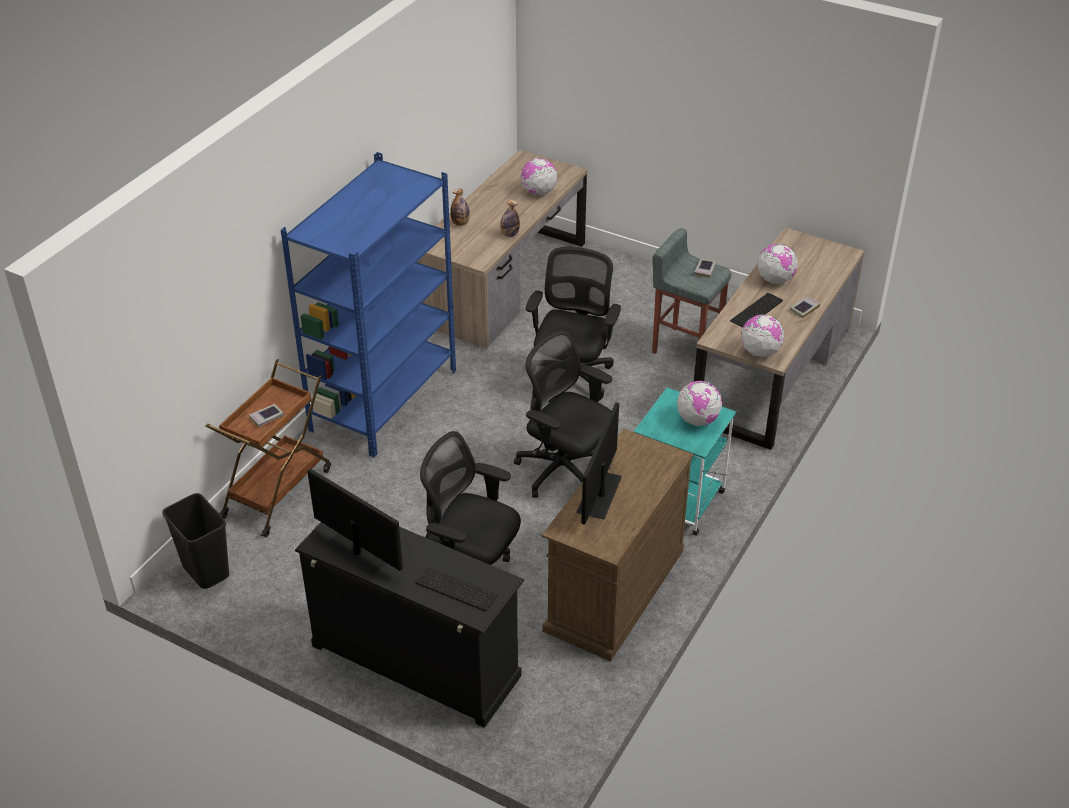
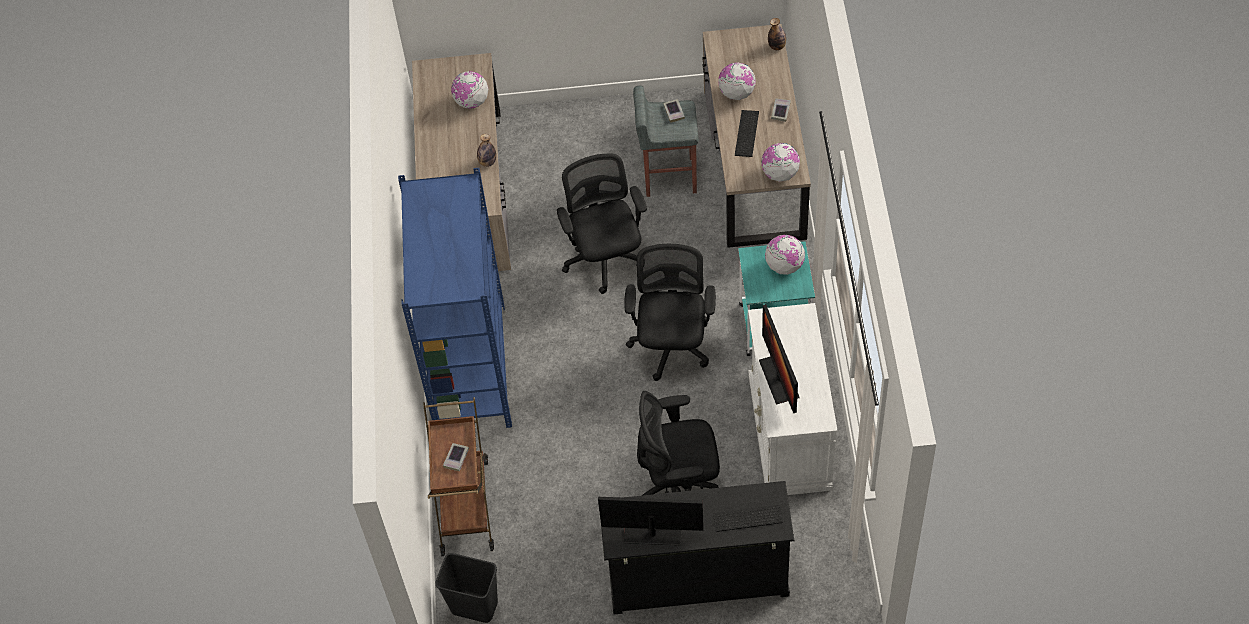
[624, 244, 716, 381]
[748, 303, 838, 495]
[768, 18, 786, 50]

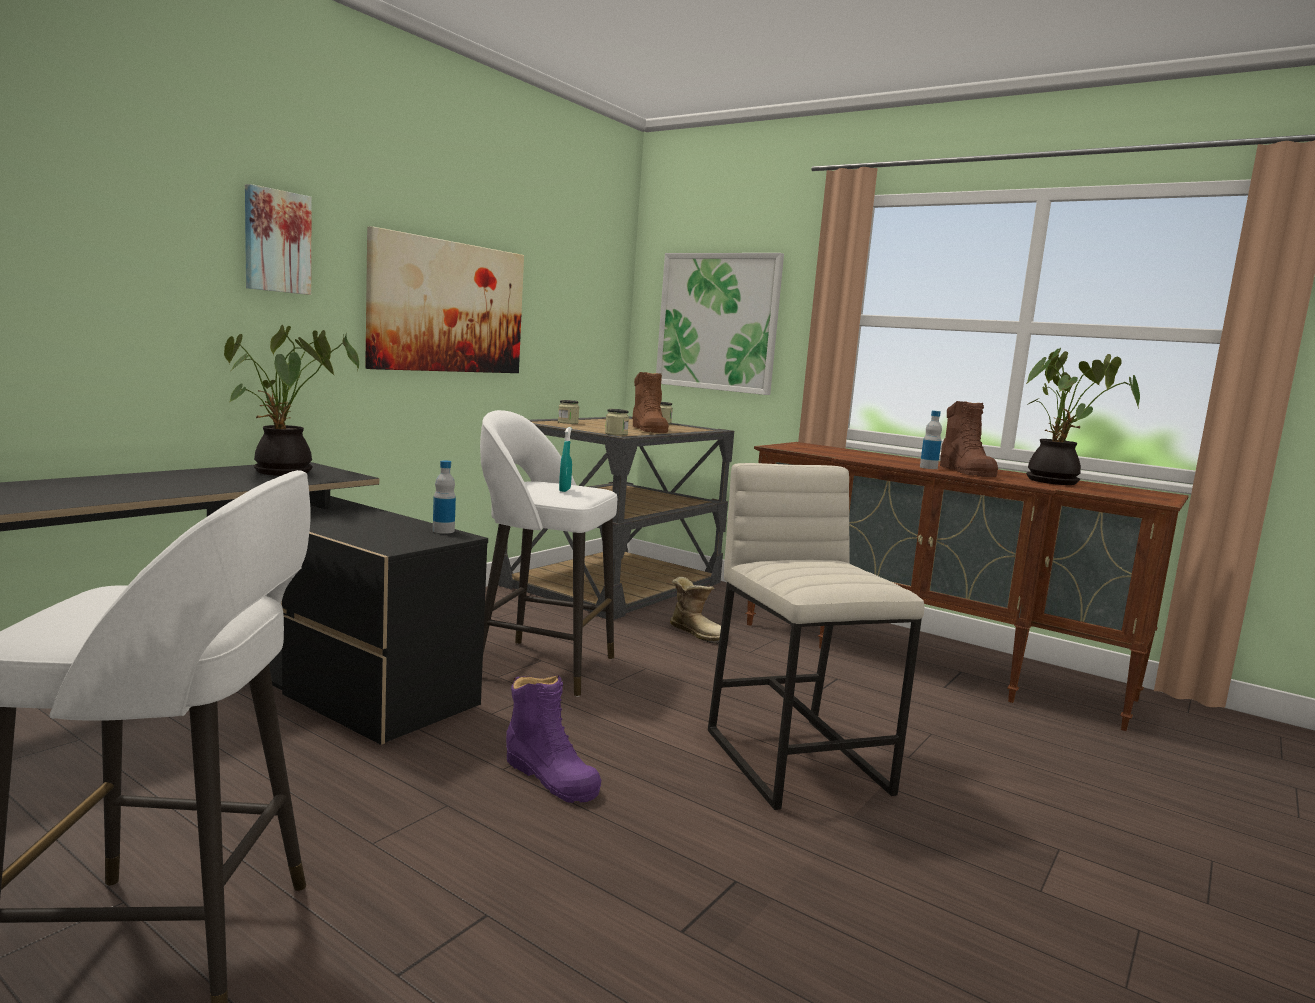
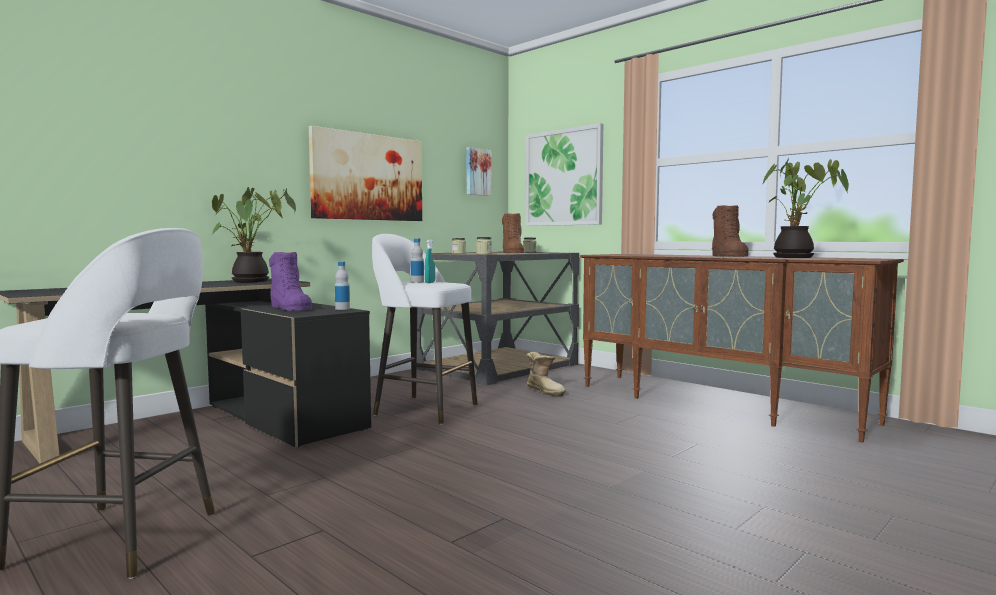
[269, 252, 312, 311]
[411, 239, 424, 283]
[466, 147, 491, 196]
[708, 463, 924, 810] (first image)

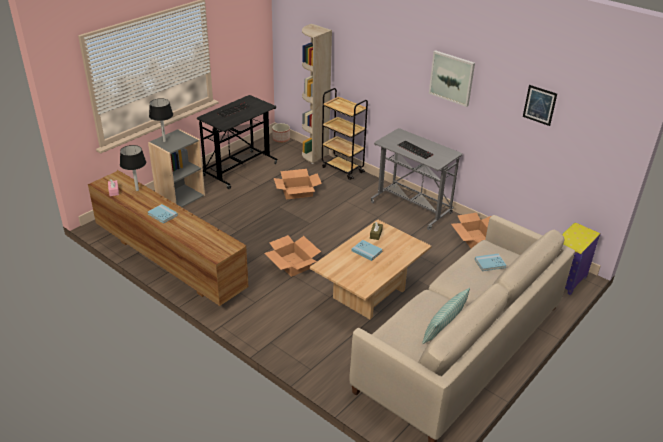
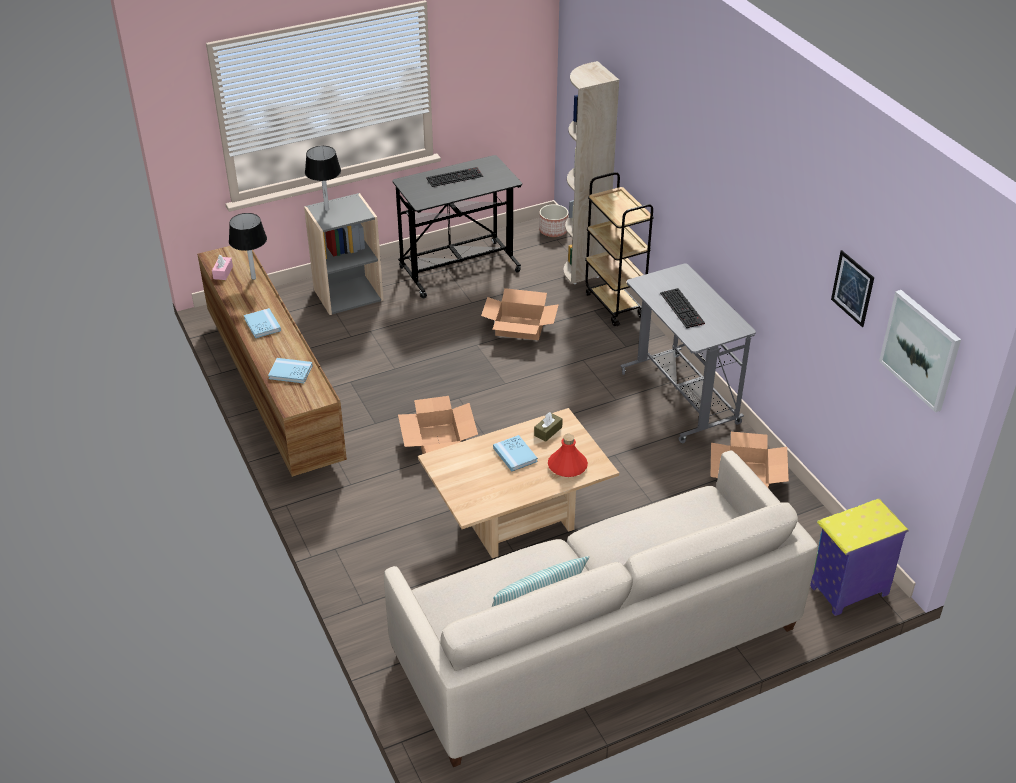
[268, 358, 313, 383]
[548, 434, 588, 477]
[879, 290, 961, 413]

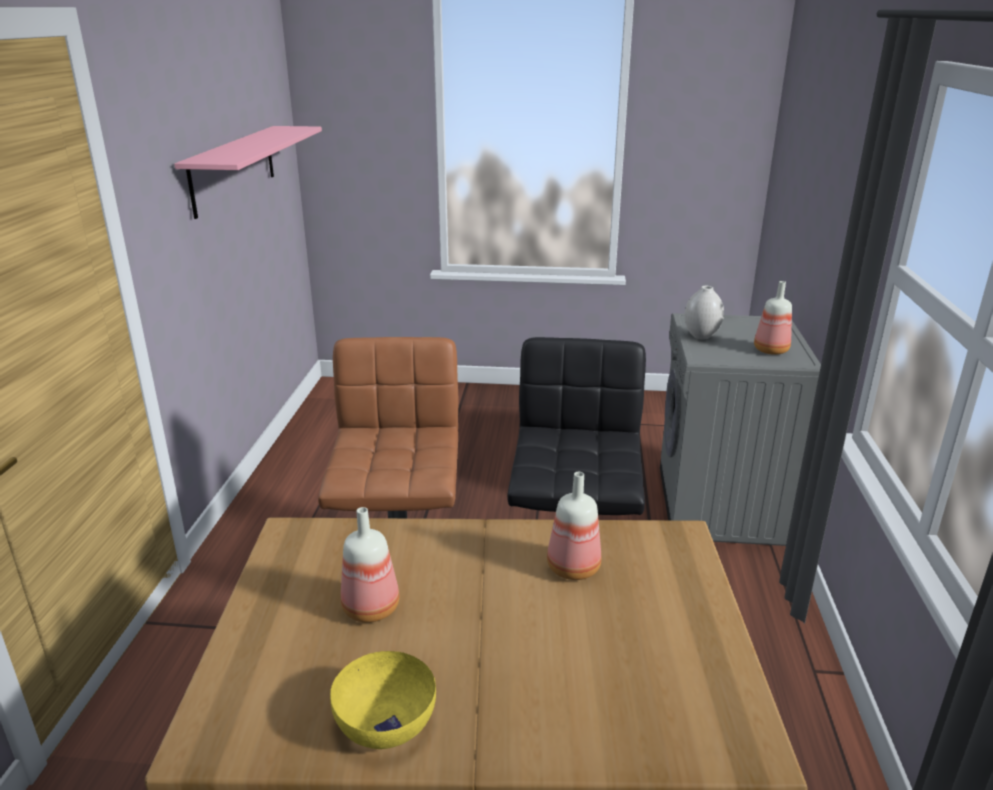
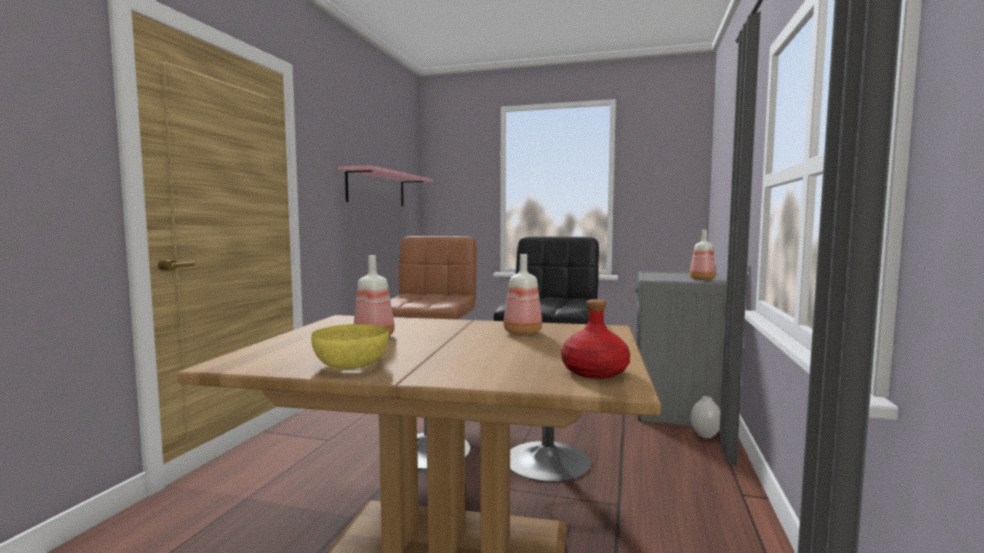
[561, 299, 630, 379]
[691, 396, 721, 438]

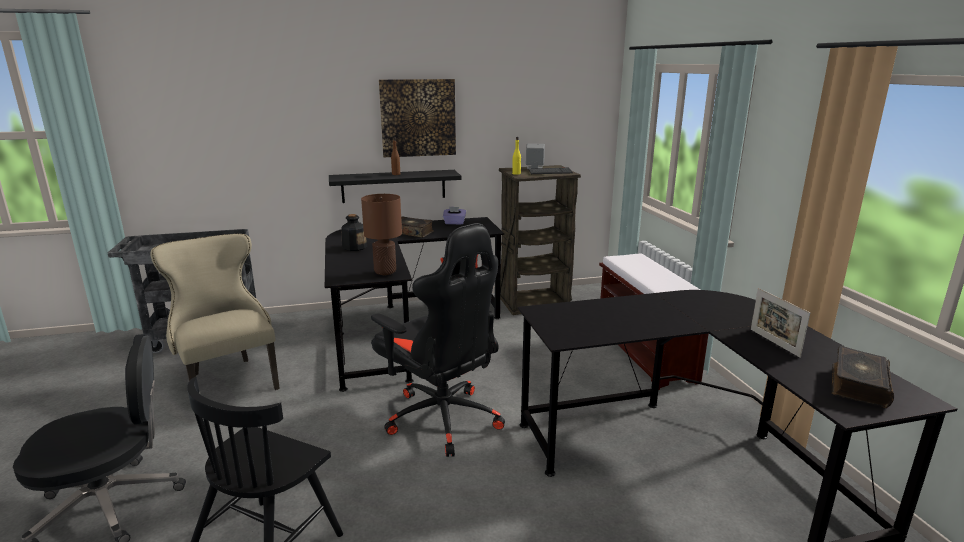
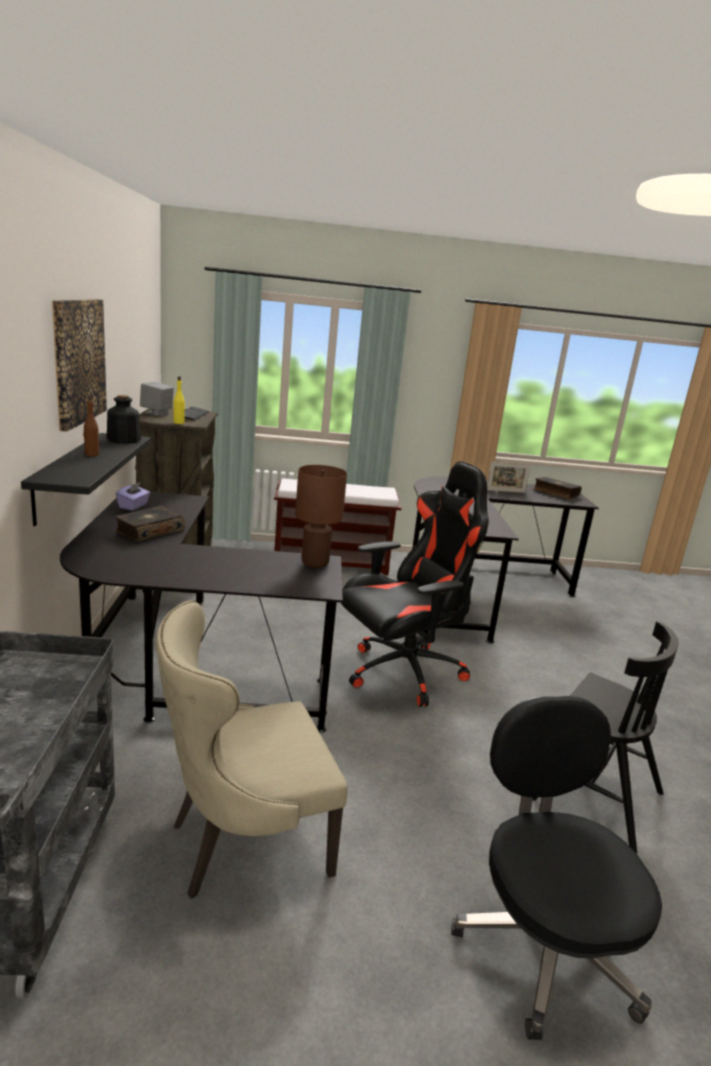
[107, 395, 141, 444]

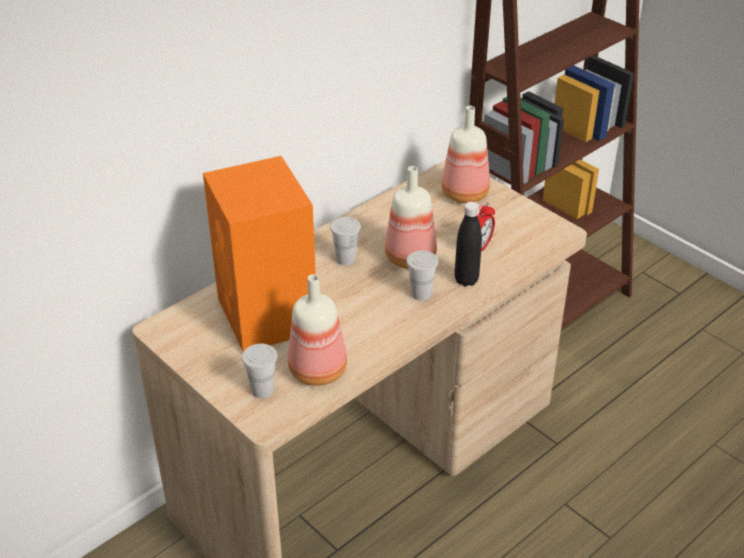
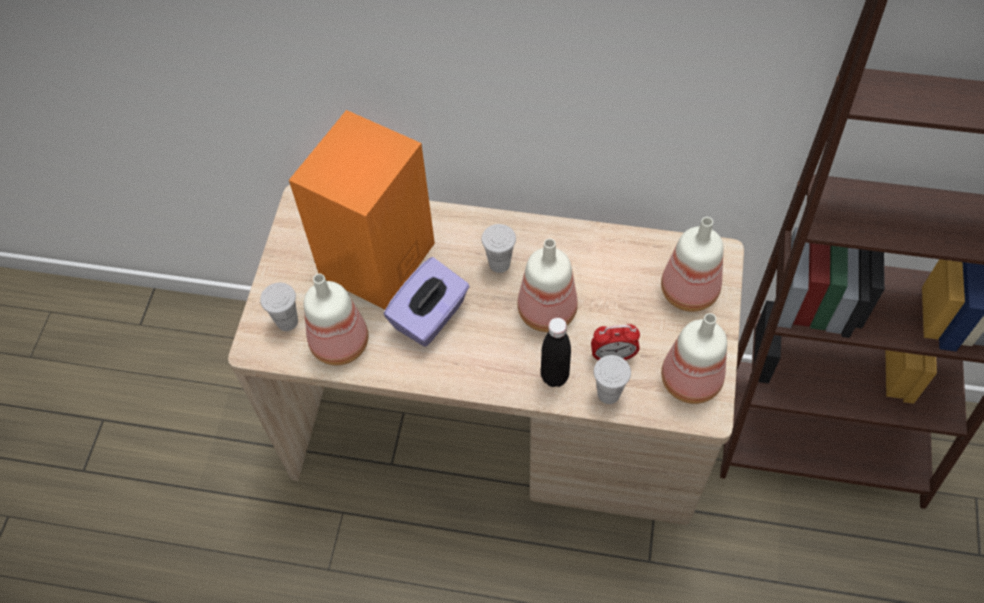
[384, 257, 470, 347]
[594, 355, 631, 404]
[661, 313, 727, 404]

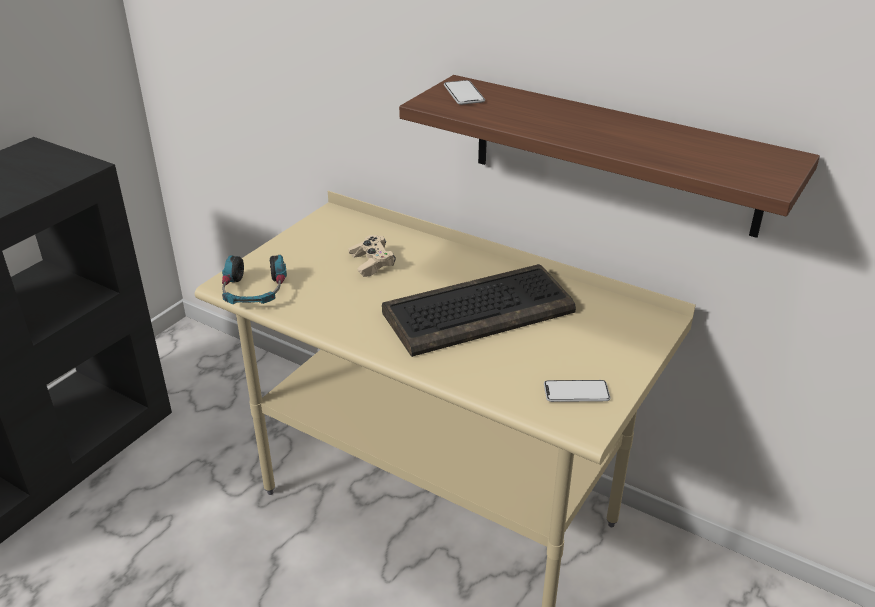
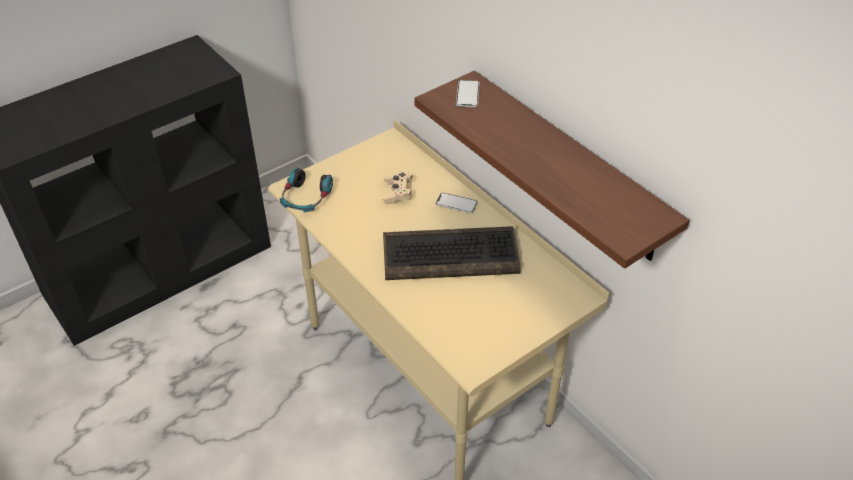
[436, 193, 478, 213]

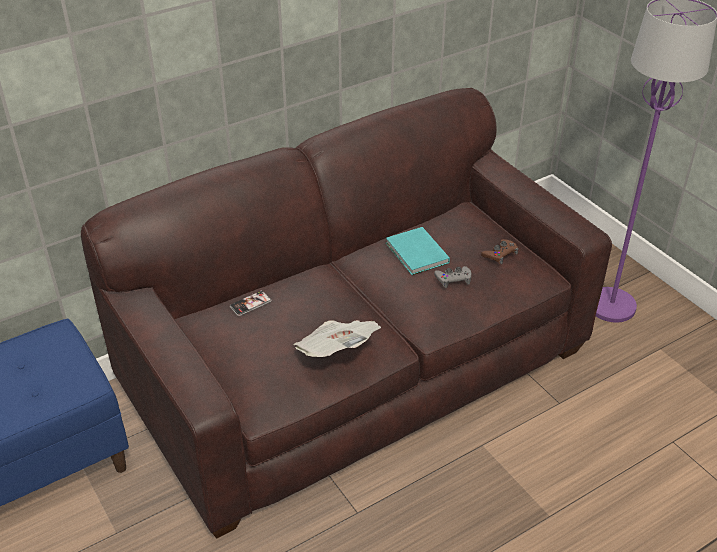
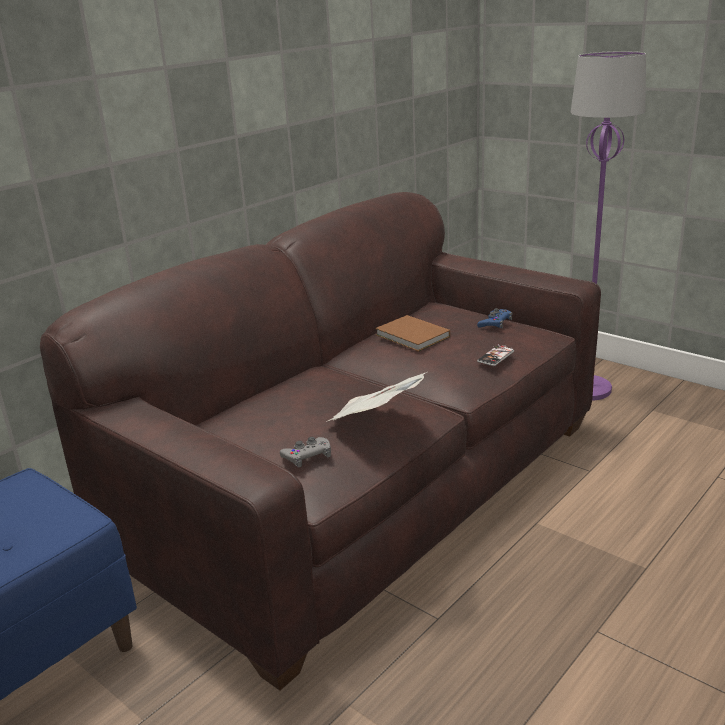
[280, 437, 331, 467]
[375, 315, 450, 352]
[477, 308, 513, 328]
[477, 344, 514, 366]

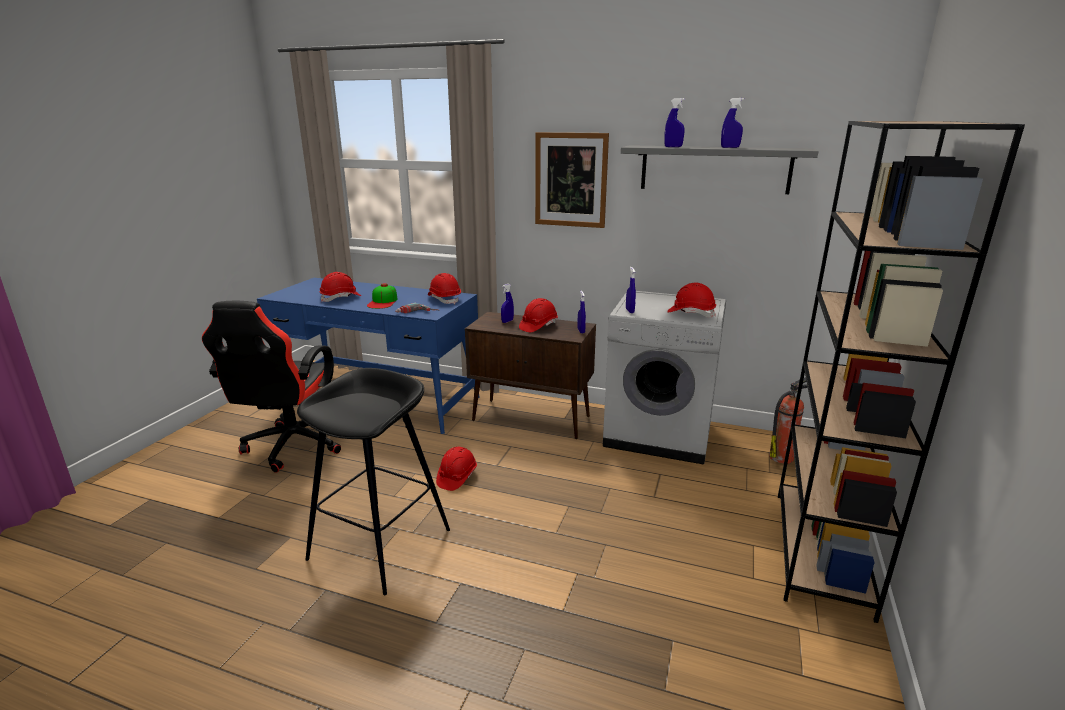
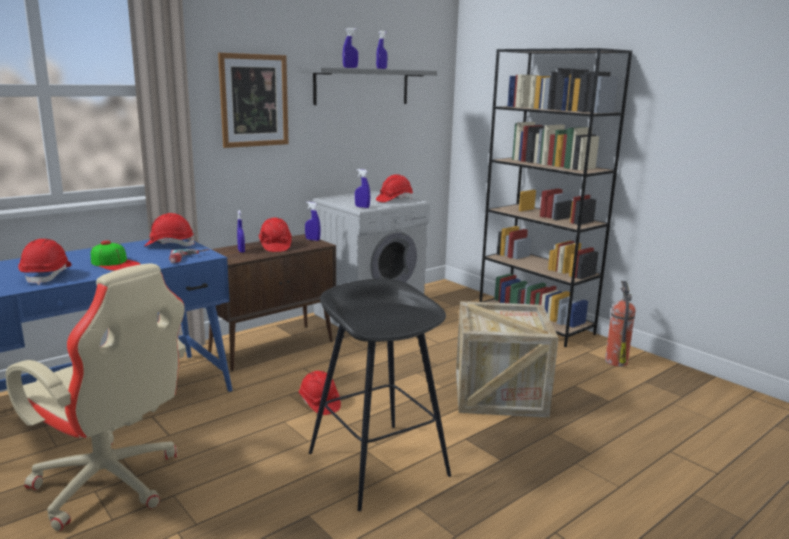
[6, 264, 186, 531]
[456, 301, 558, 418]
[605, 281, 636, 367]

